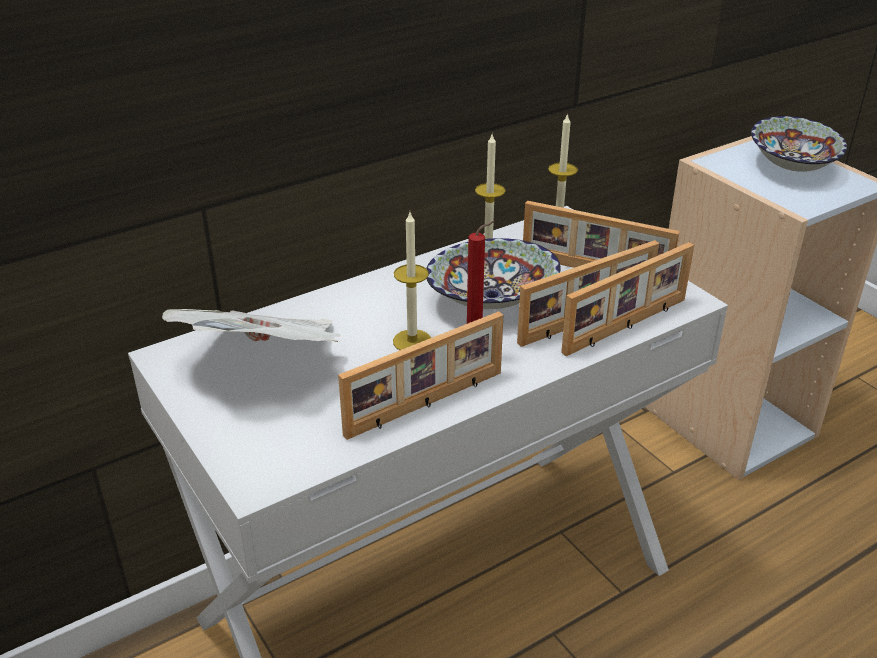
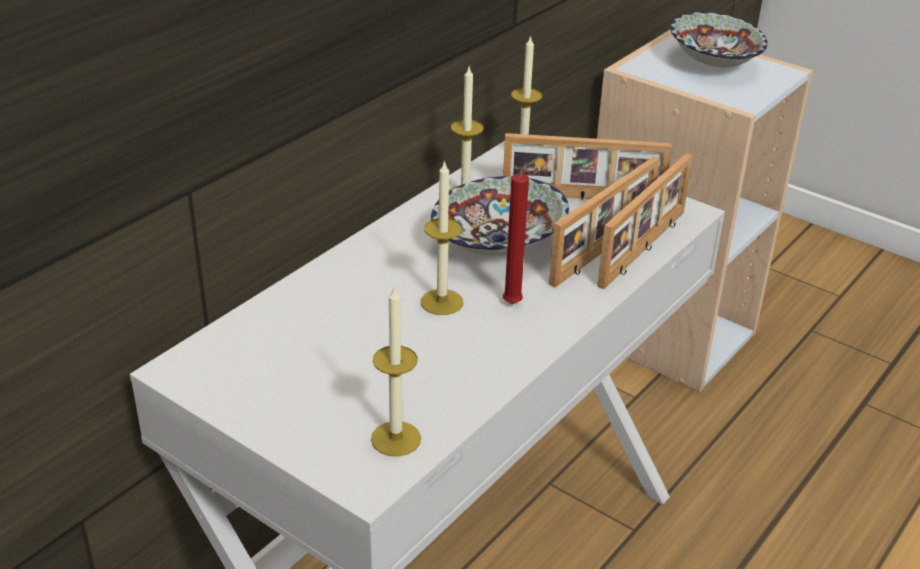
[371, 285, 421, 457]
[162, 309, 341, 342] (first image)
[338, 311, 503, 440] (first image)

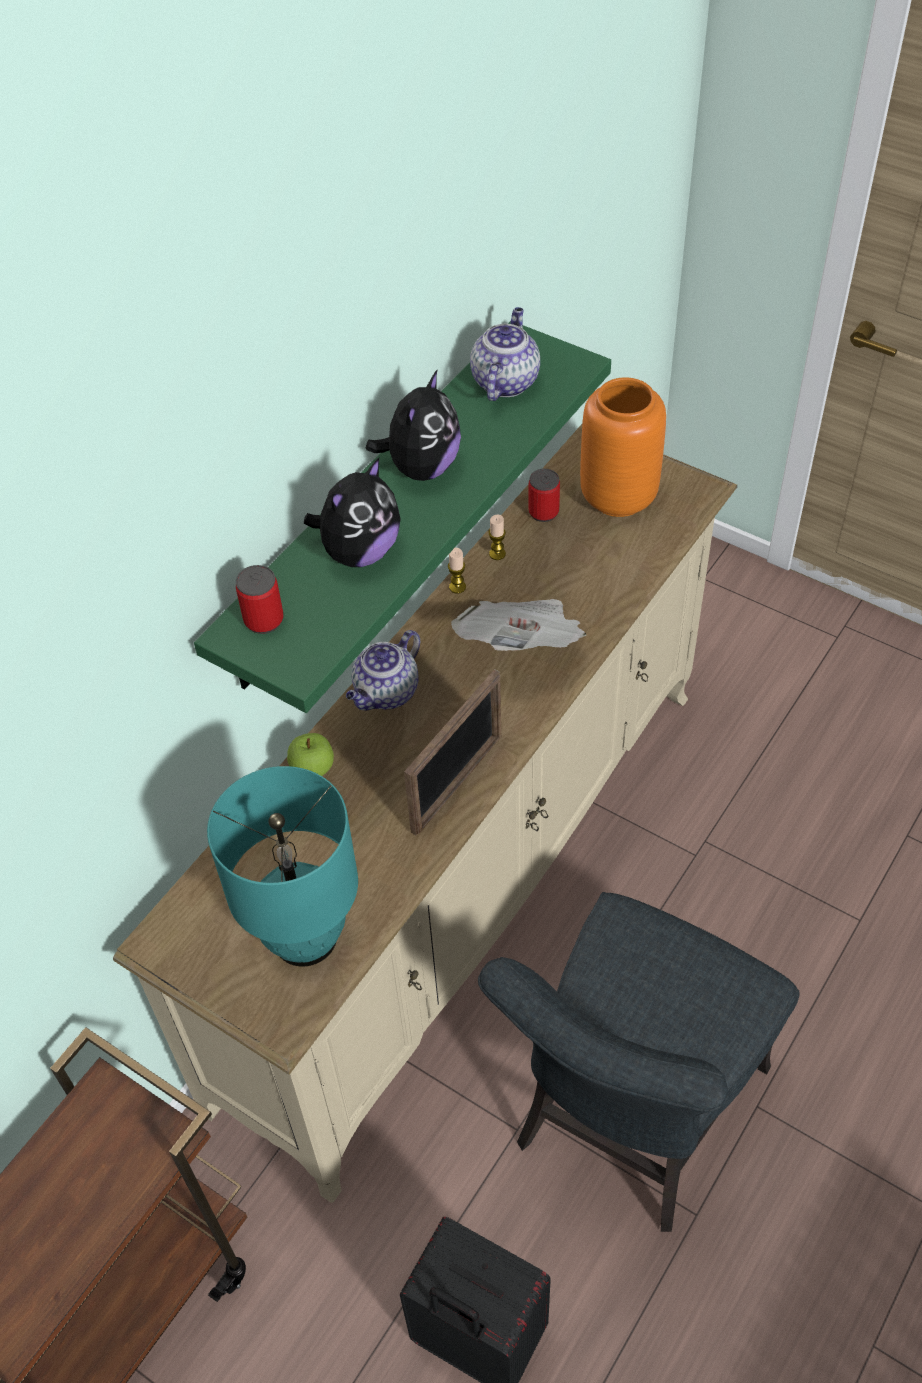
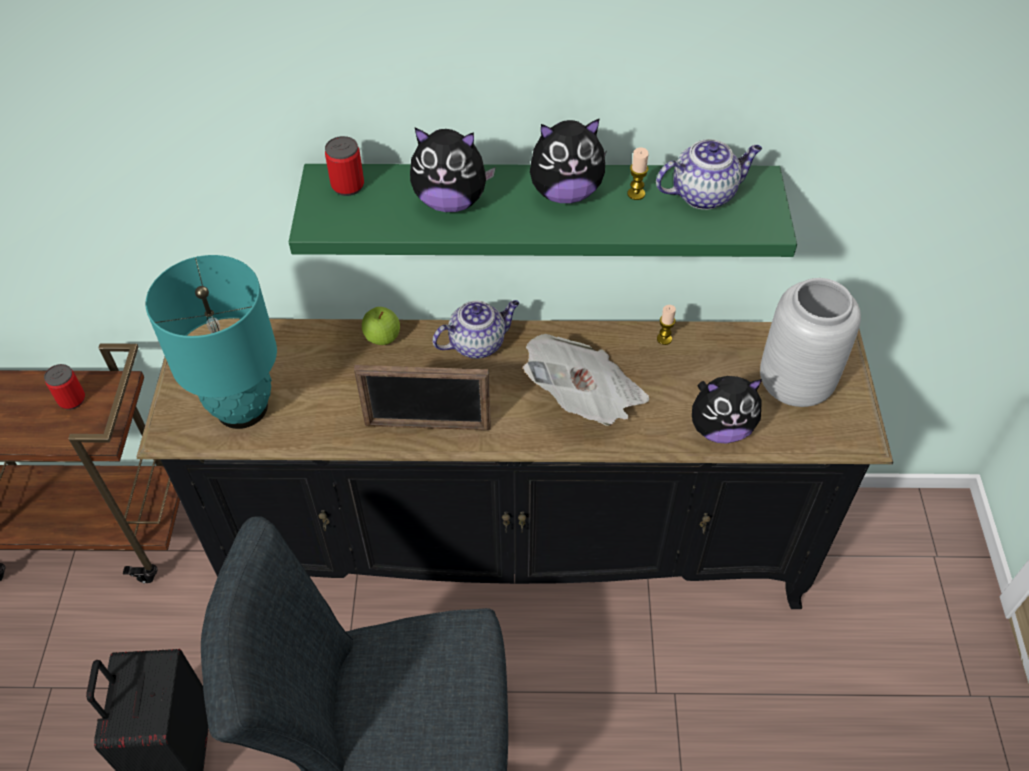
[44, 364, 85, 410]
[137, 319, 893, 609]
[433, 300, 519, 359]
[627, 147, 649, 200]
[692, 376, 762, 444]
[760, 278, 861, 407]

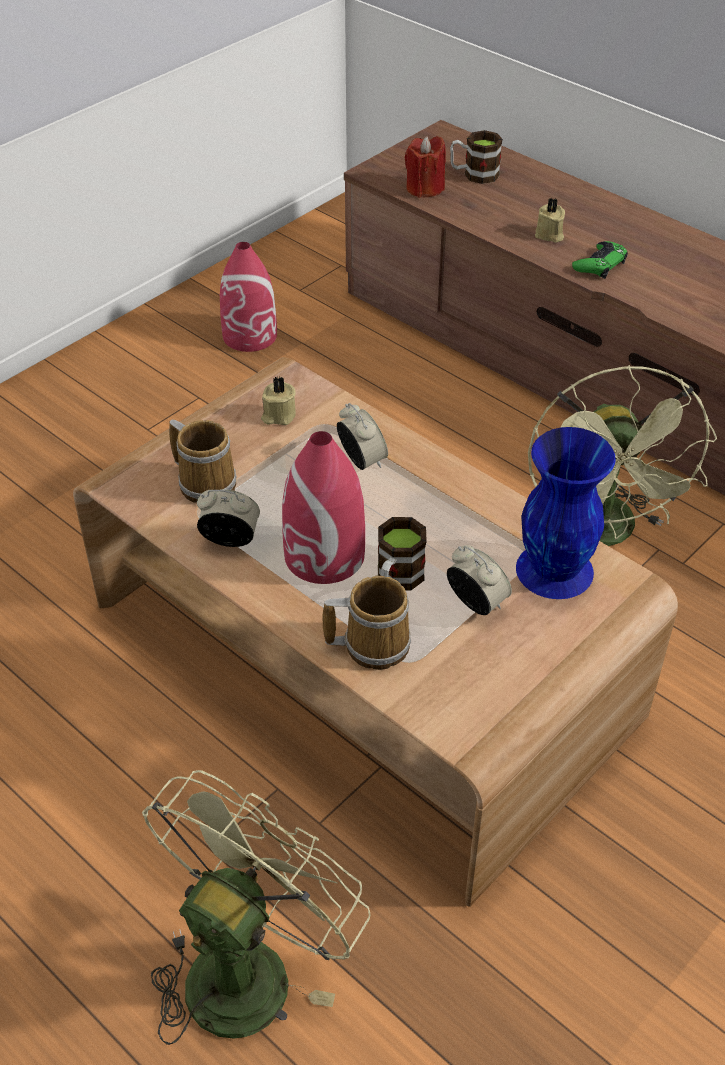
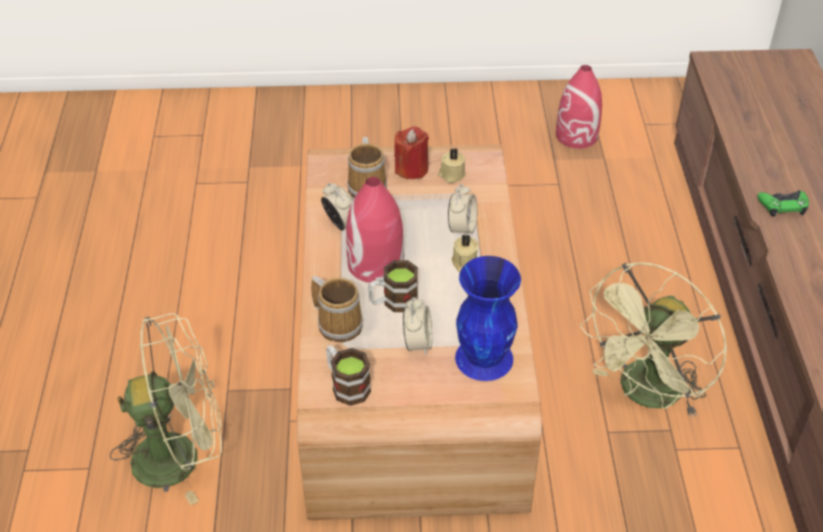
[326, 345, 371, 406]
[394, 126, 429, 179]
[451, 234, 479, 272]

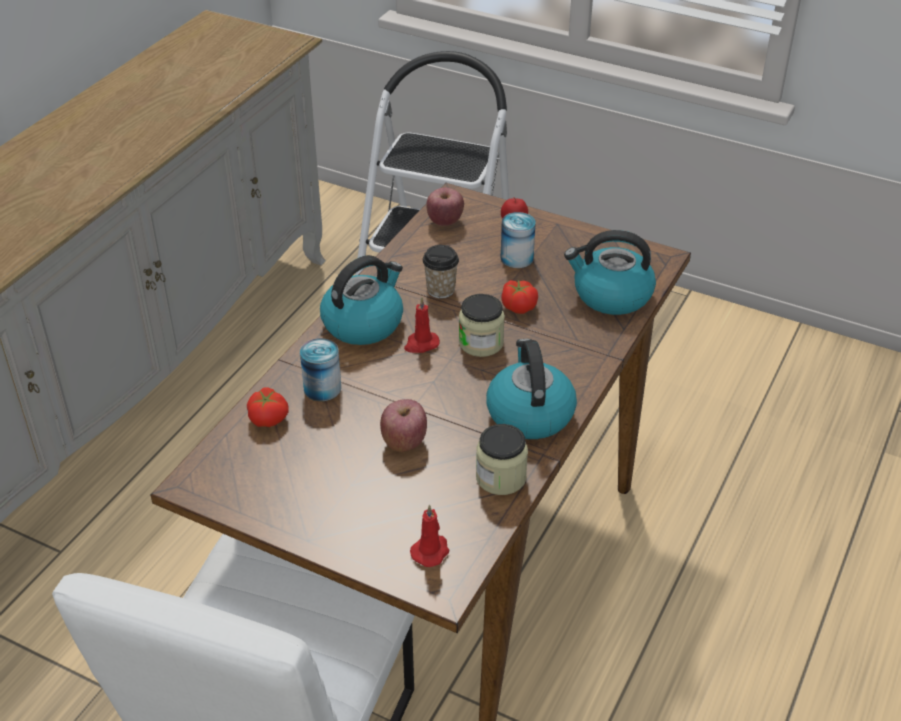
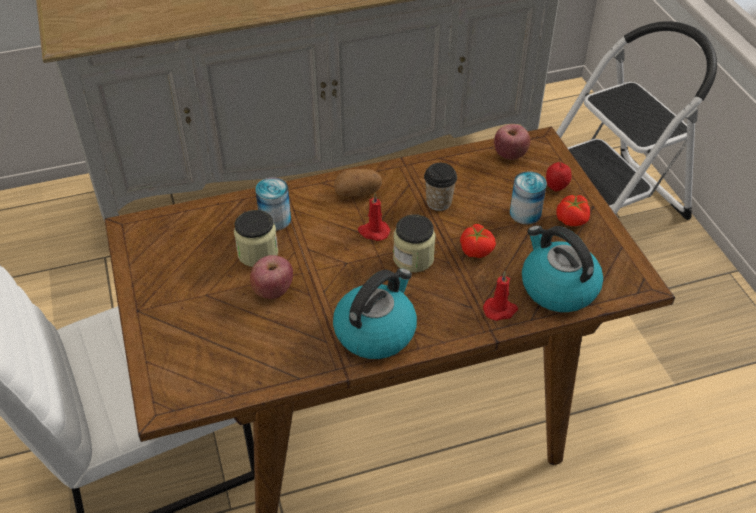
[234, 210, 278, 267]
[334, 169, 382, 197]
[483, 272, 518, 321]
[556, 195, 590, 226]

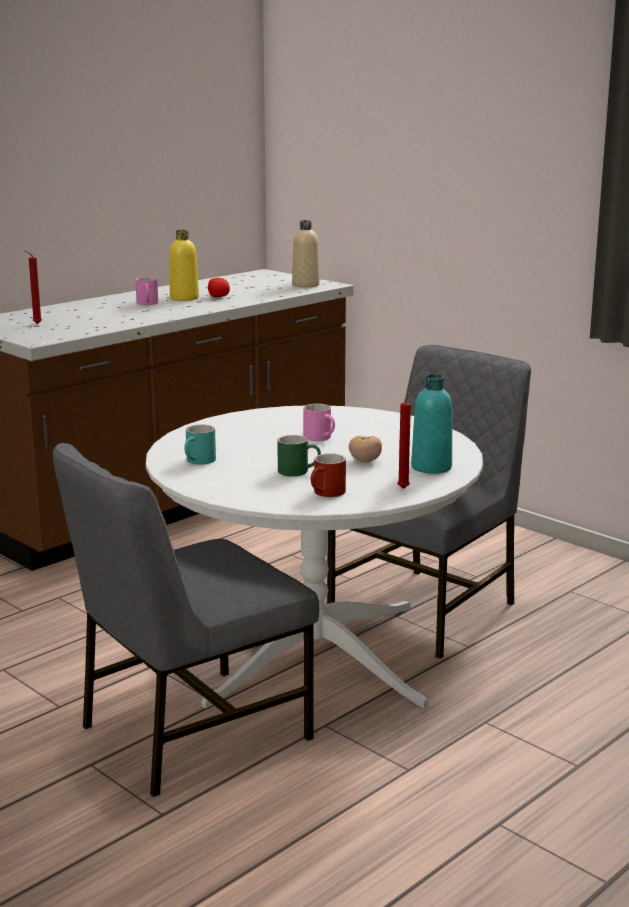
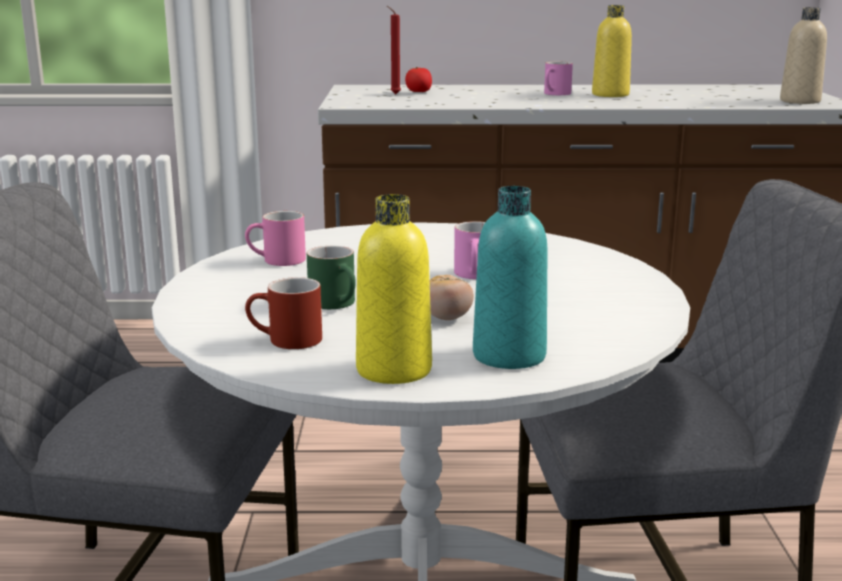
[245, 211, 306, 266]
[356, 194, 432, 384]
[405, 67, 432, 92]

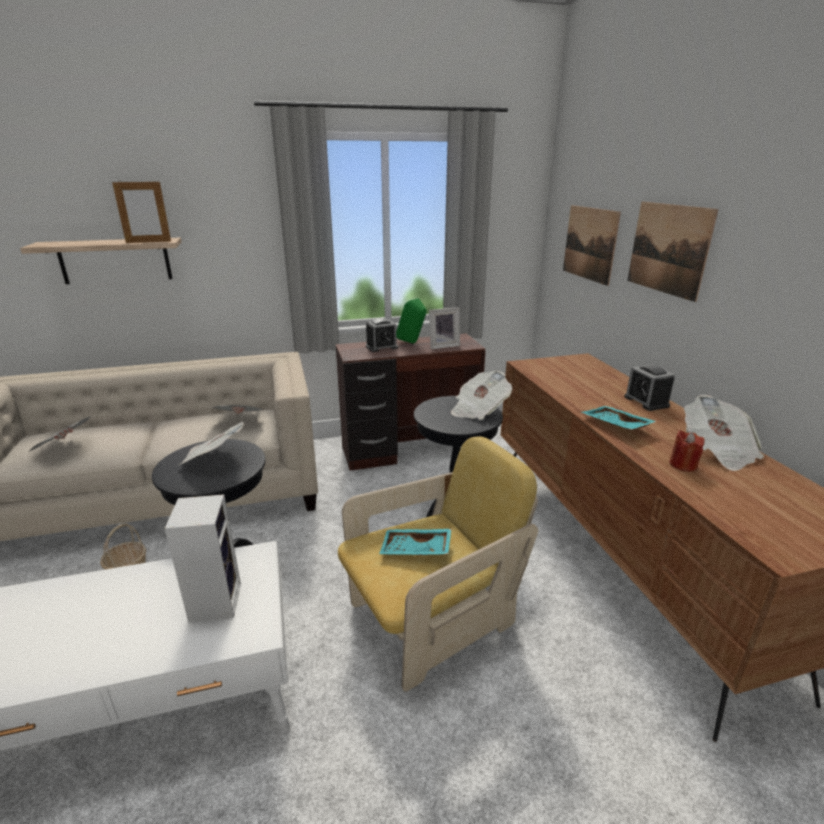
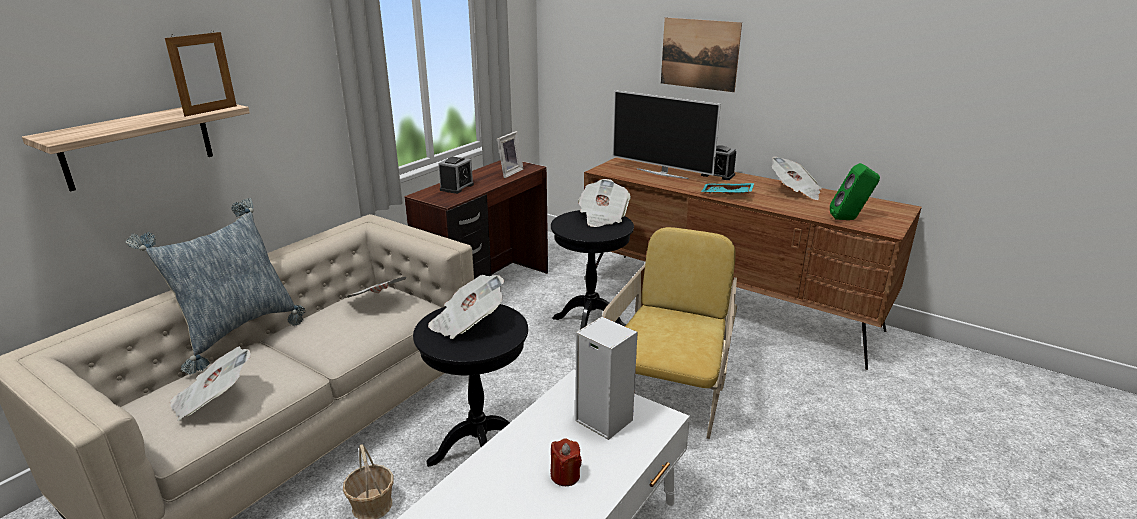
[126, 198, 305, 374]
[551, 438, 582, 486]
[612, 90, 721, 179]
[830, 163, 880, 220]
[379, 529, 451, 556] (first image)
[563, 205, 621, 286] (first image)

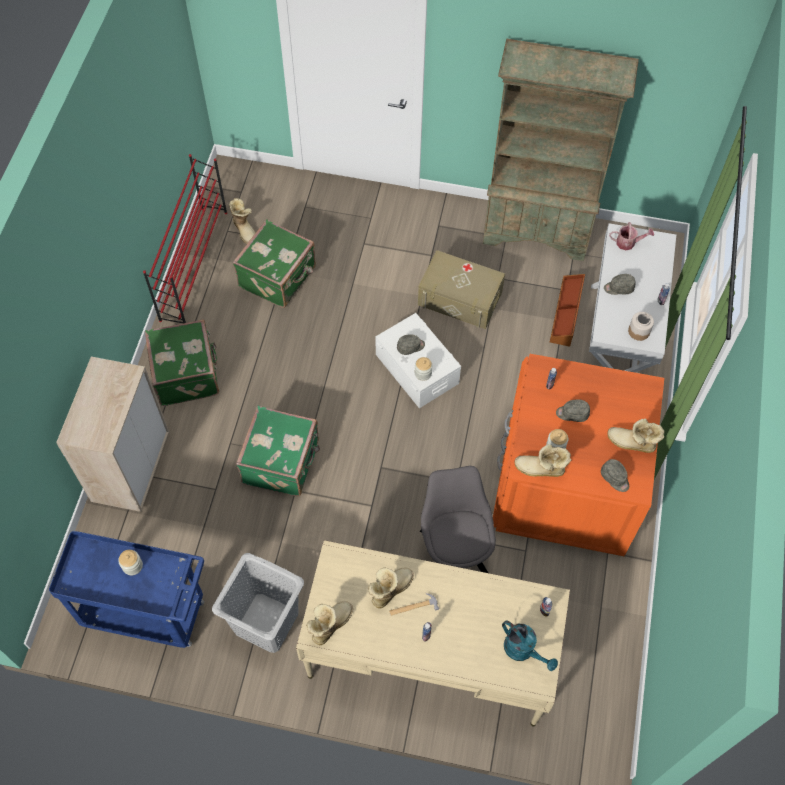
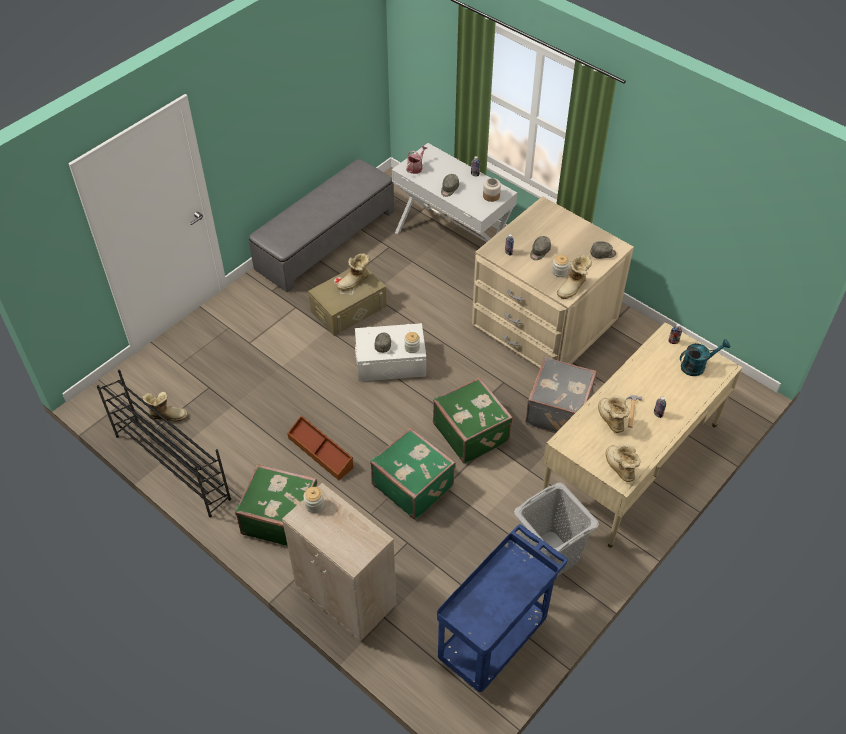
[97, 370, 231, 517]
[249, 159, 394, 292]
[287, 415, 353, 480]
[304, 487, 324, 513]
[337, 253, 370, 291]
[433, 377, 513, 464]
[472, 196, 634, 368]
[525, 357, 597, 433]

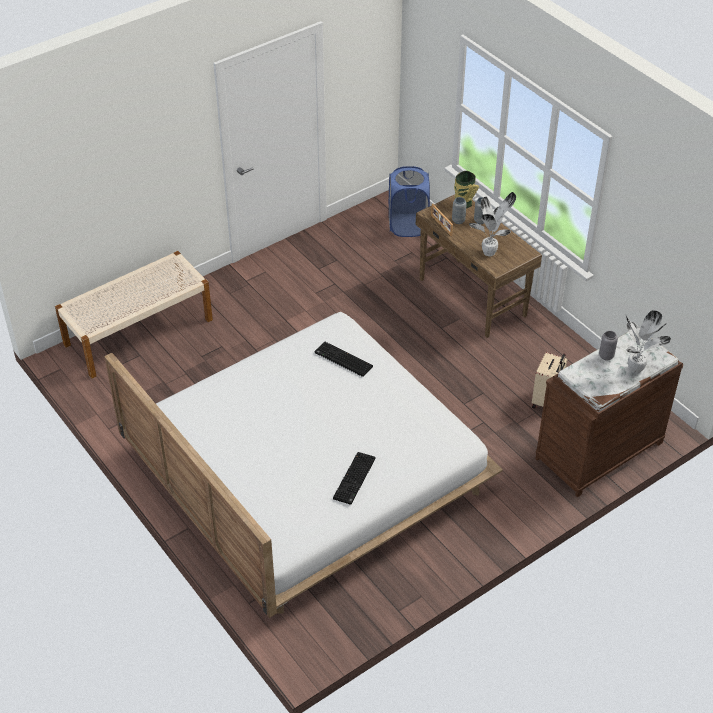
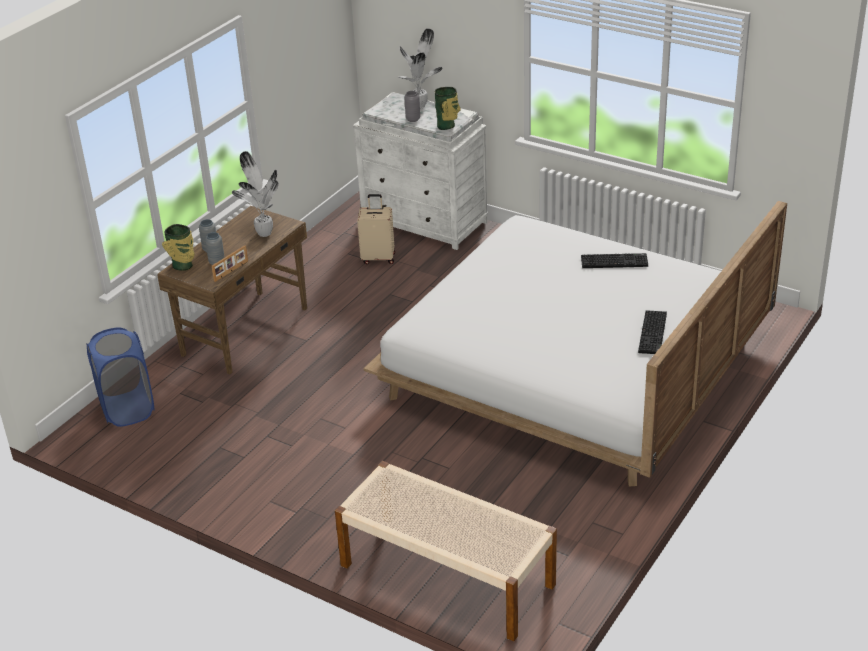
[353, 92, 488, 250]
[435, 87, 461, 130]
[638, 310, 667, 354]

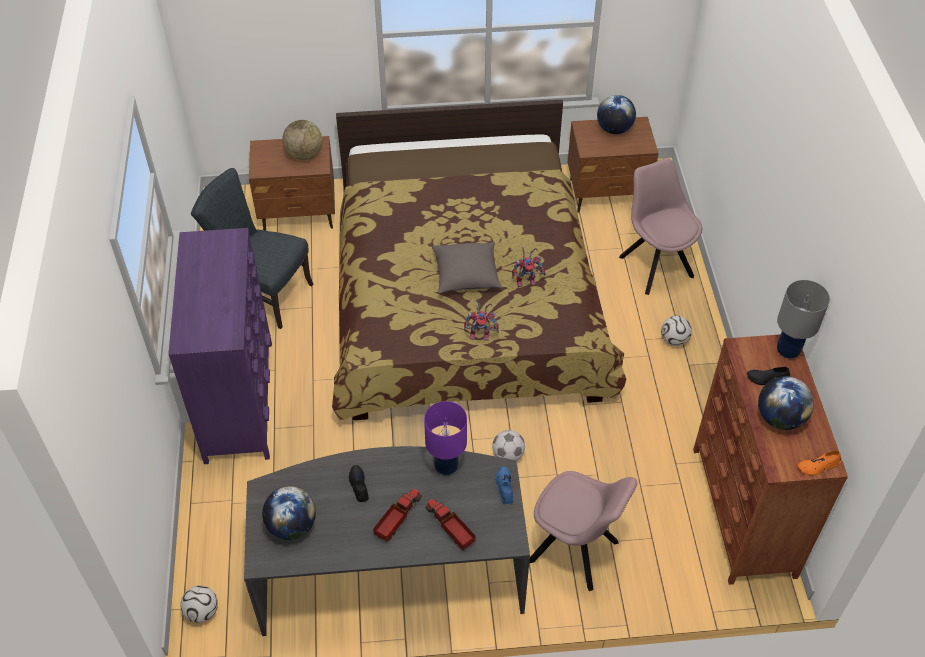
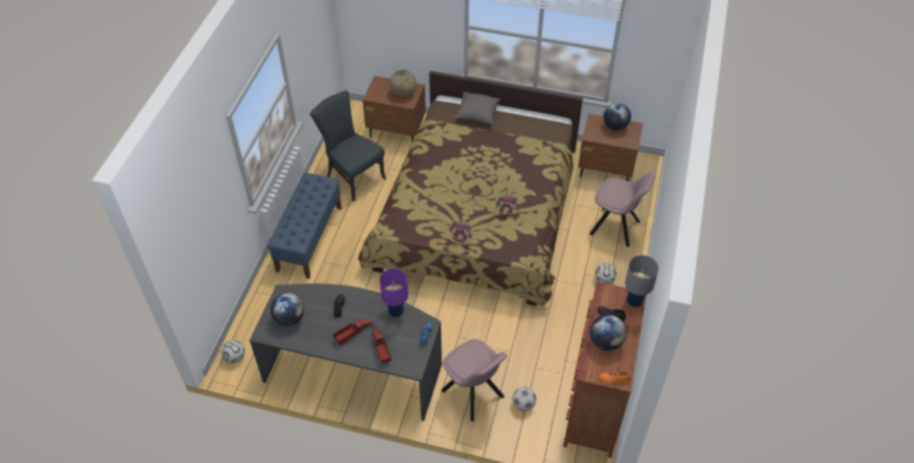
[267, 173, 342, 279]
[454, 92, 501, 125]
[513, 387, 536, 411]
[590, 171, 656, 247]

